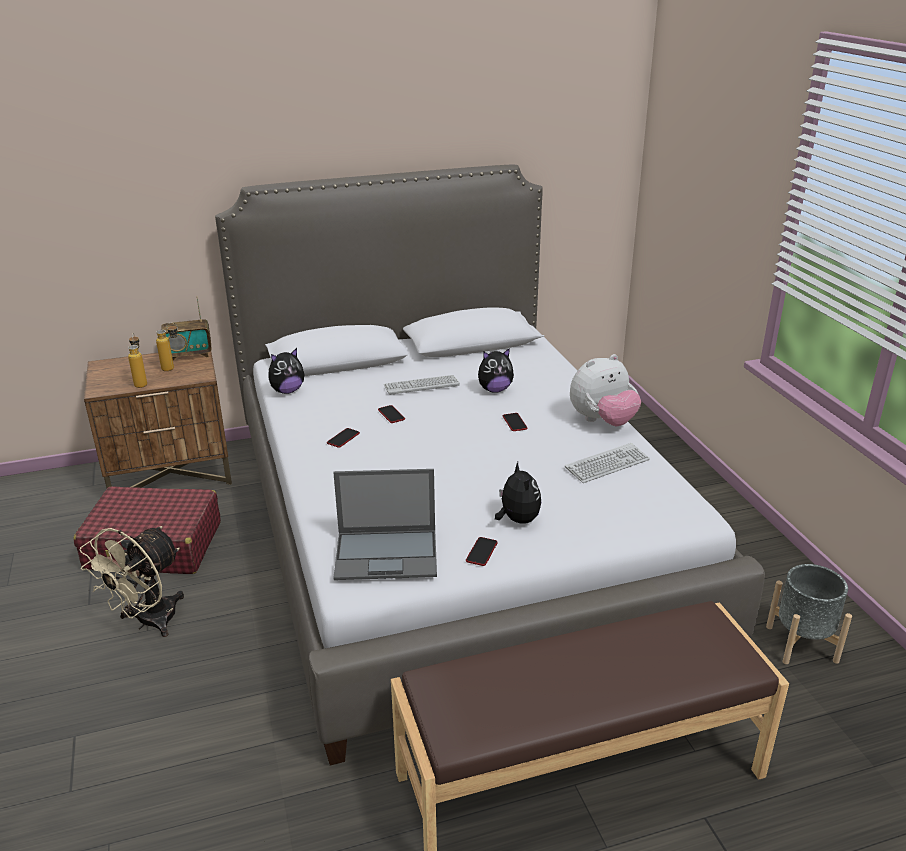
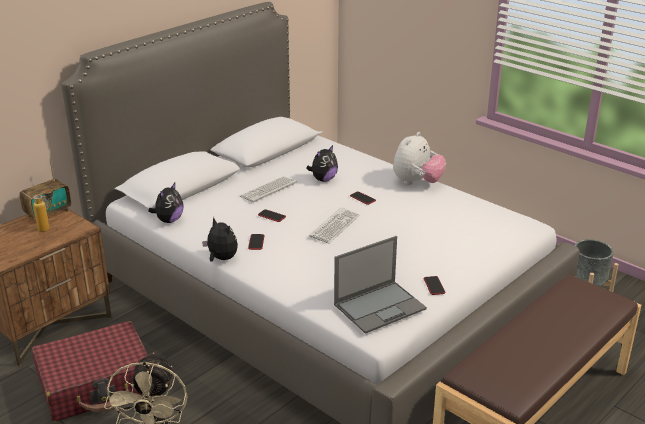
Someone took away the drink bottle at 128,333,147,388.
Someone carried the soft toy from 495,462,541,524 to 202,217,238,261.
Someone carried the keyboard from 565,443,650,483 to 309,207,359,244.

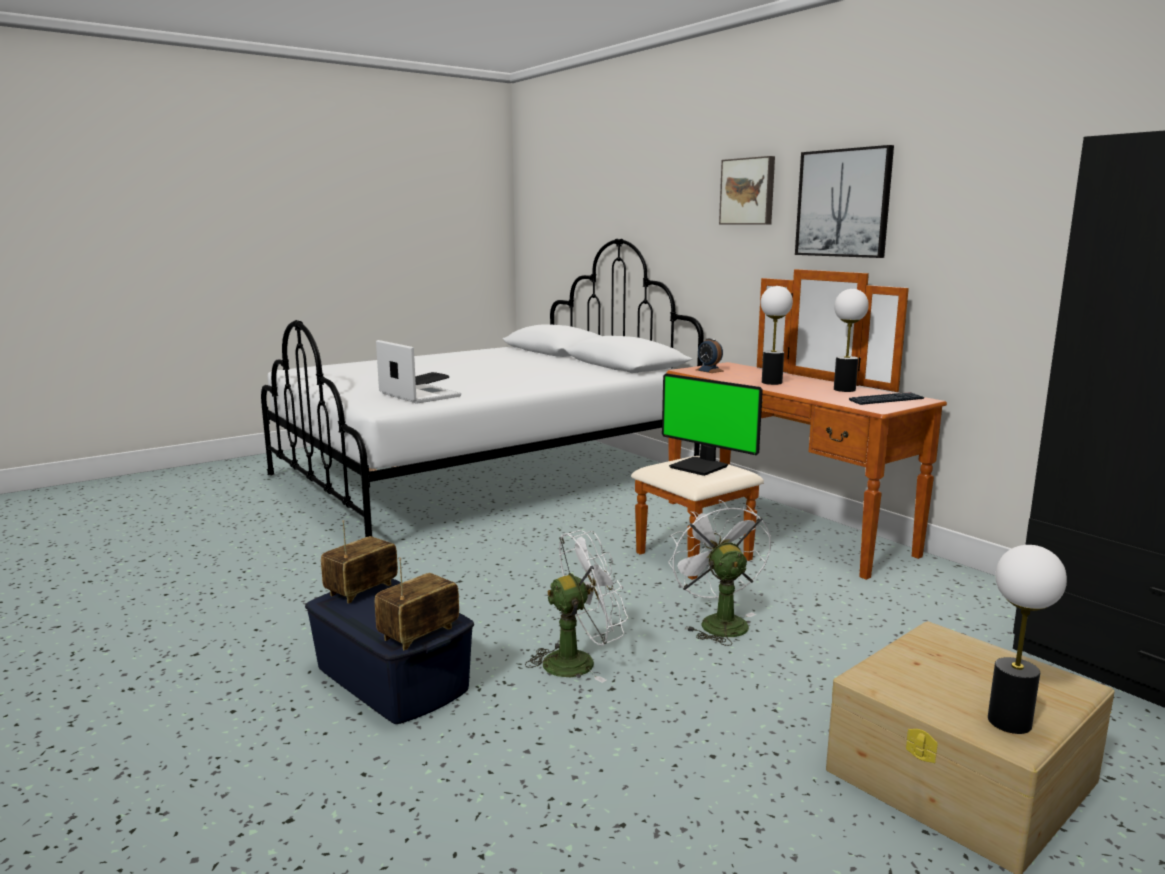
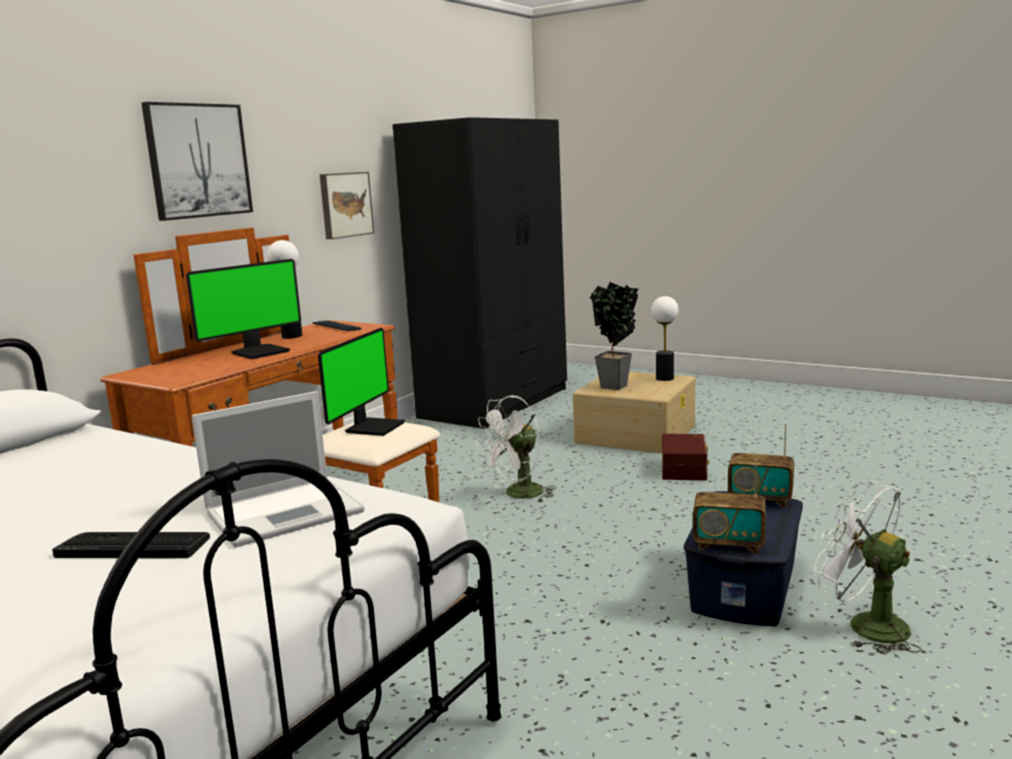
Someone took away the alarm clock at 696,338,724,373.
Someone put down the potted plant at 590,282,639,390.
Someone put down the storage box (brownish) at 662,434,710,480.
Someone carried the fan (white-coloured) from 525,530,628,683 to 814,481,921,654.
Someone carried the wall art from 719,156,775,224 to 320,172,374,239.
Someone swapped the tabletop lamp at 761,286,793,385 for the monitor at 186,259,301,359.
Someone rotated the portable computer at 376,340,461,404 by 150 degrees counterclockwise.

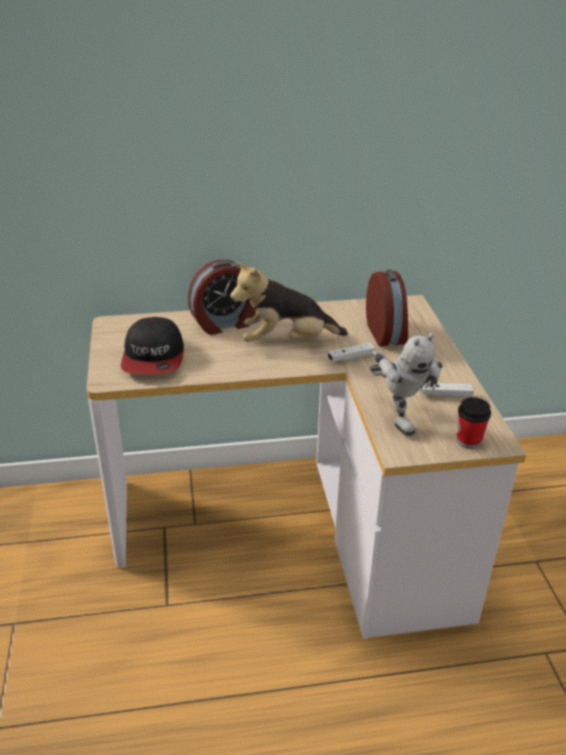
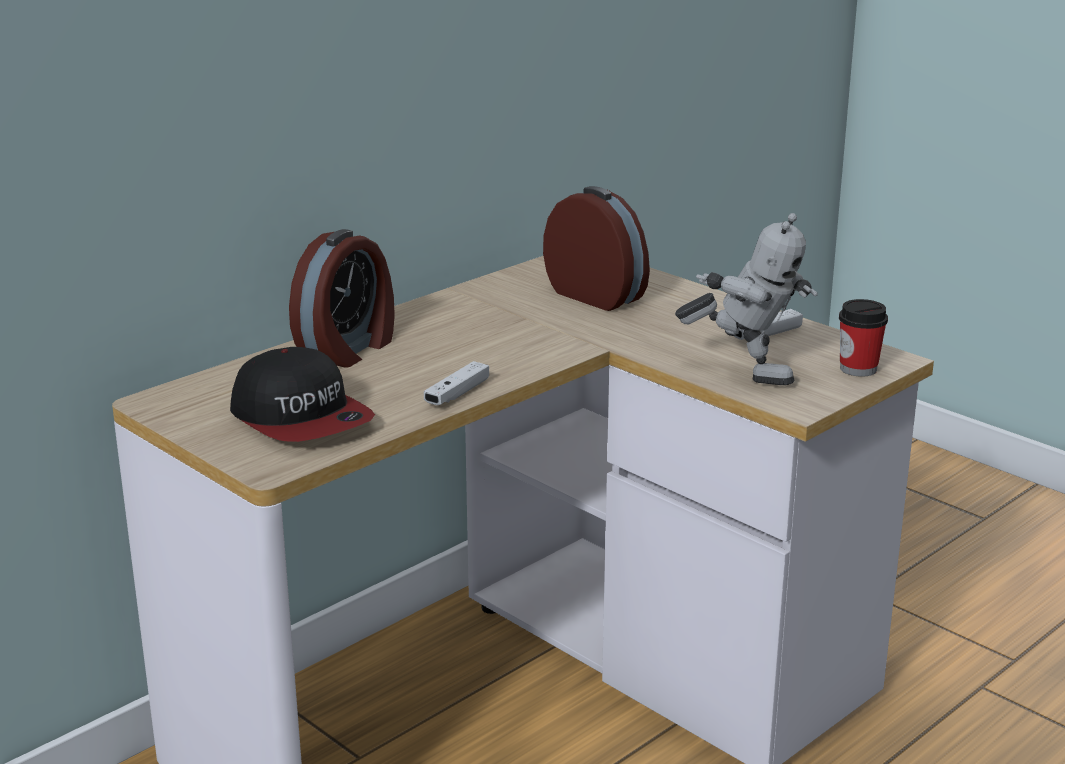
Someone took away the soft toy at 230,262,348,342.
Someone carried the gamepad (white-coloured) from 328,343,375,362 to 424,361,489,405.

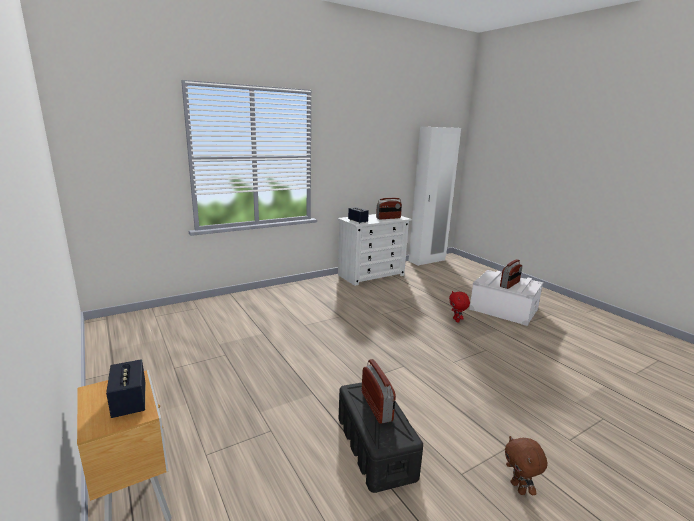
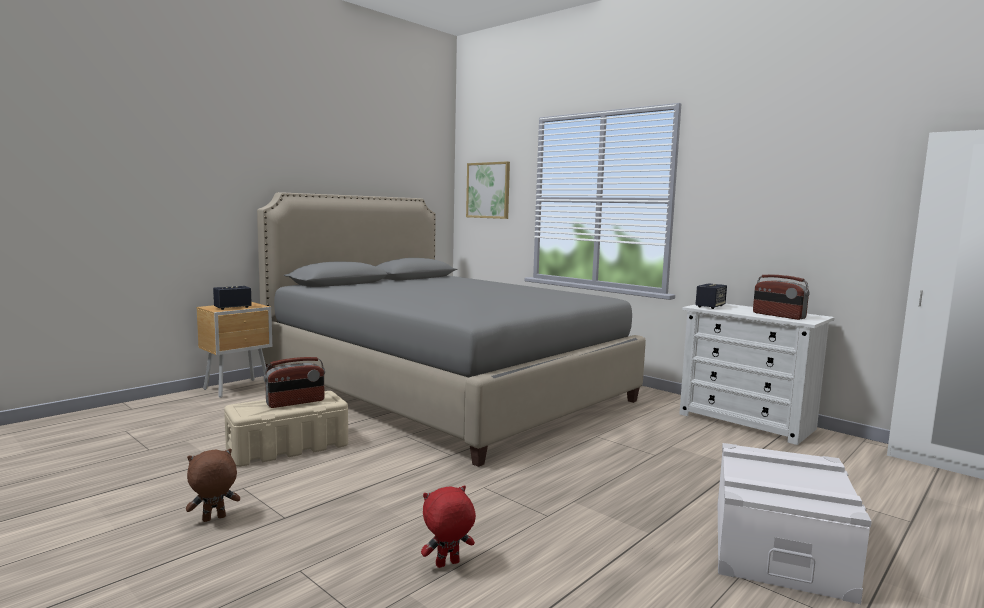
Someone took away the radio set at 500,259,522,289.
Someone put down the bed (greyish) at 257,192,646,467.
Someone put up the wall art at 466,161,510,219.
Someone carried the soft toy (red) from 449,291,470,322 to 421,485,476,568.
Someone repainted the storage box (black-coloured) at 339,383,423,493, which became the storage box (beige-coloured) at 224,391,348,467.

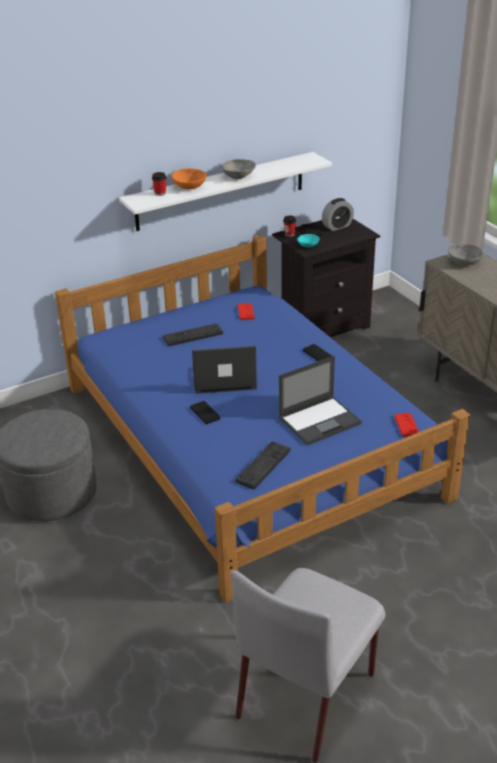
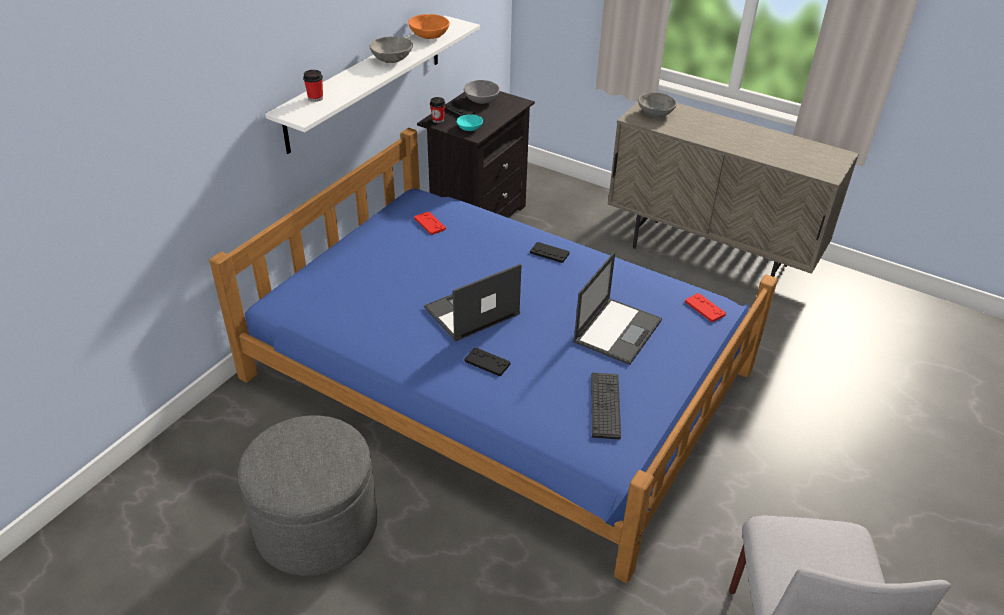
Someone took away the keyboard at 163,323,223,346.
Someone carried the deep dish (orange-coloured) from 172,168,206,190 to 408,14,450,39.
Someone swapped the alarm clock at 322,198,354,231 for the deep dish (greyish) at 464,80,500,104.

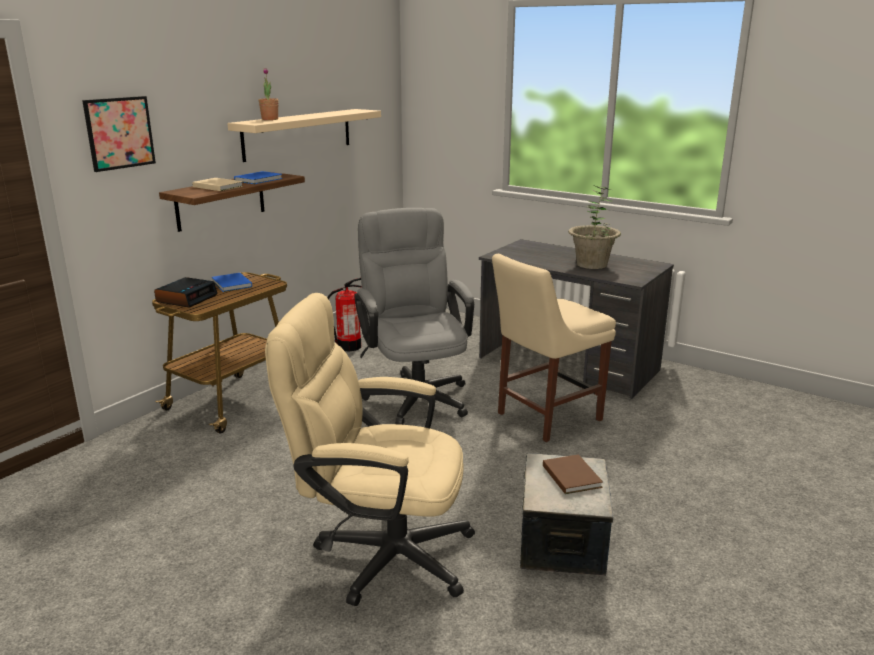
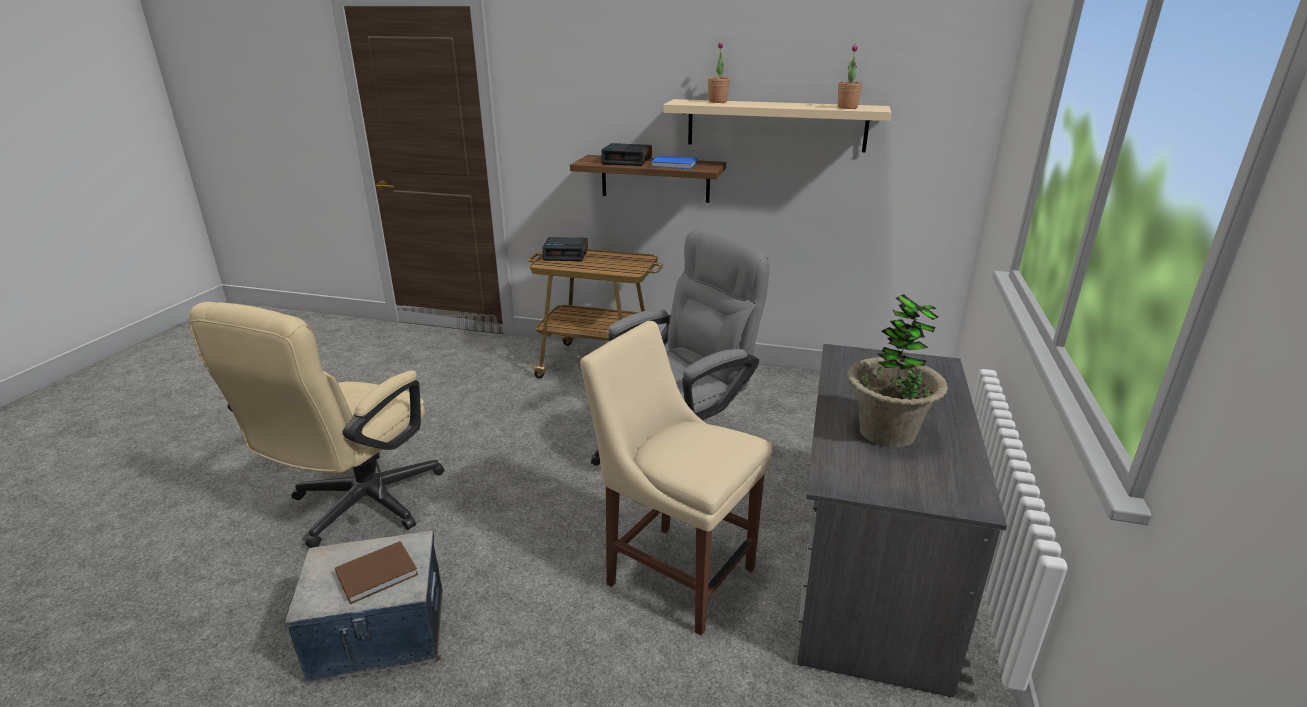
Someone took away the wall art at 82,96,156,172.
Someone took away the book (blue-coloured) at 212,273,252,292.
Someone took away the extinguisher at 328,278,362,352.
Someone put down the potted plant at 838,44,862,109.
Someone swapped the book (beige-coloured) at 192,178,243,191 for the alarm clock at 601,143,652,166.
Someone rotated the desk chair (beige-coloured) at 265,293,475,606 by 150 degrees counterclockwise.

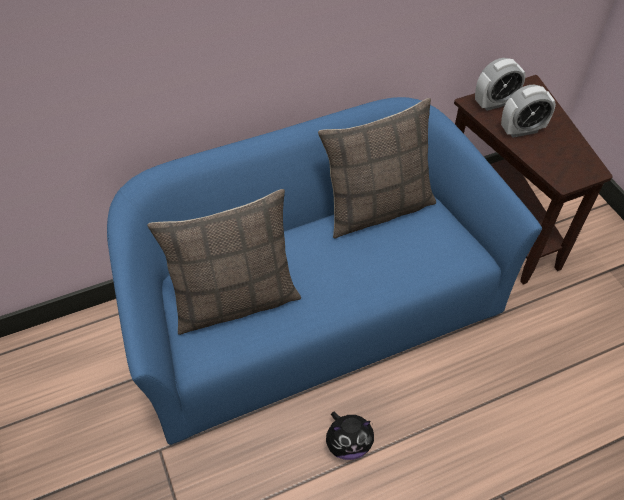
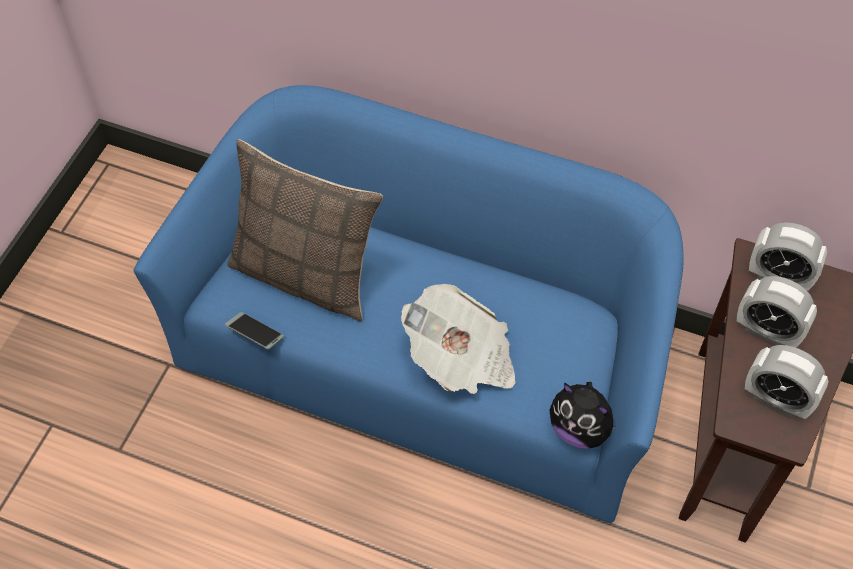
Someone took away the pillow at 318,98,436,239.
Someone put down the handset at 225,312,284,349.
Someone put down the daily paper at 401,284,516,394.
Someone put down the alarm clock at 745,345,828,419.
Someone carried the soft toy from 326,412,374,460 to 549,382,616,449.

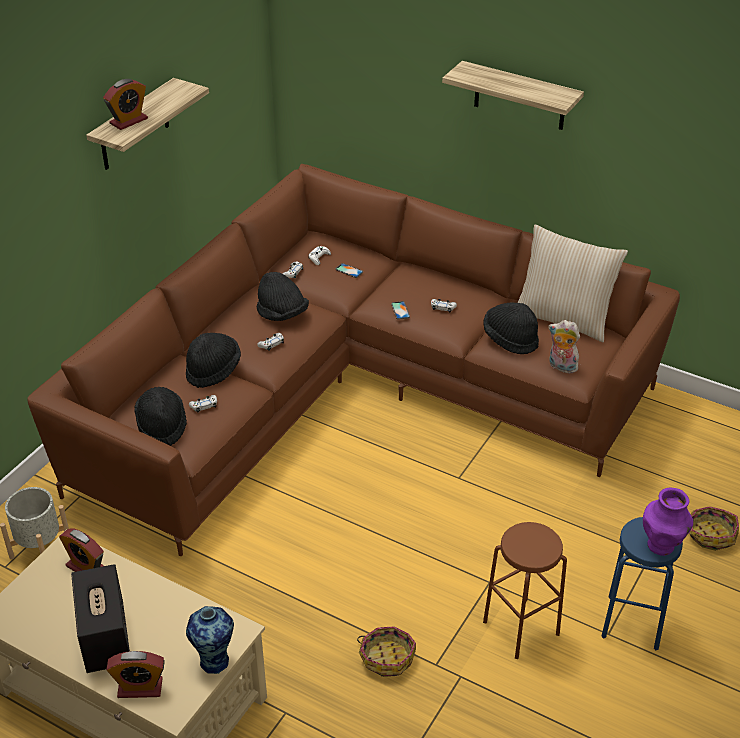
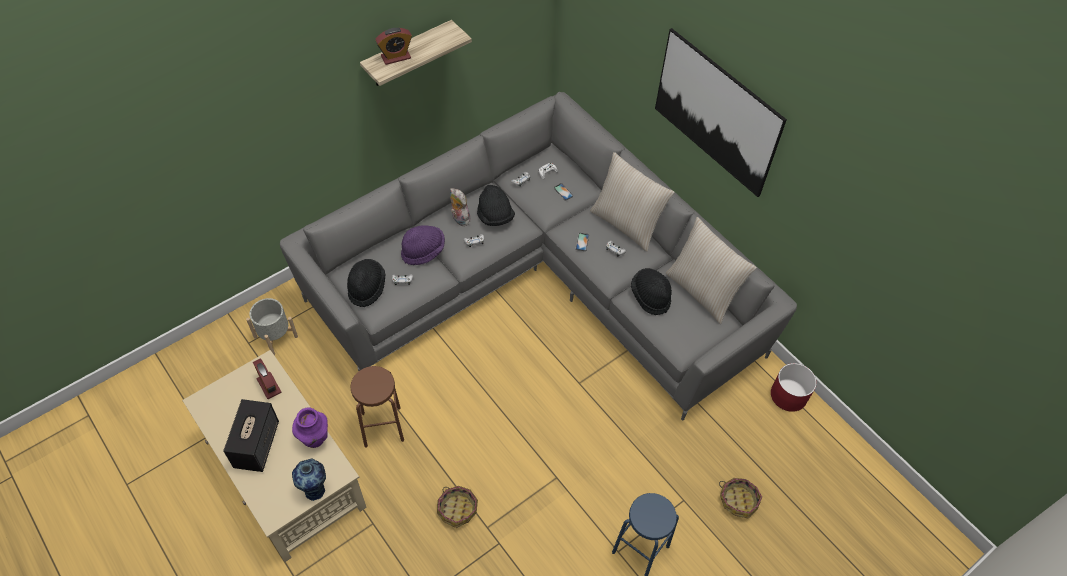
Someone took away the alarm clock at 106,651,165,698.
Someone put down the pillow (beige-coloured) at 590,152,674,252.
Someone put down the flower pot (red) at 771,363,817,412.
Someone carried the sitting stool (brownish) from 483,522,567,659 to 350,366,404,448.
Someone carried the soft toy from 548,320,581,373 to 450,188,470,226.
Someone carried the flower vase (purple) from 643,488,693,556 to 292,407,328,448.
Someone swapped the shelf at 442,61,584,130 for the wall art at 655,28,787,197.
Someone repainted the sofa (brownish) at 28,164,680,556, which became the sofa (greyish) at 280,92,797,420.
Someone repainted the clothing hat (black-coloured) at 186,333,241,388, which became the clothing hat (purple) at 401,225,445,265.

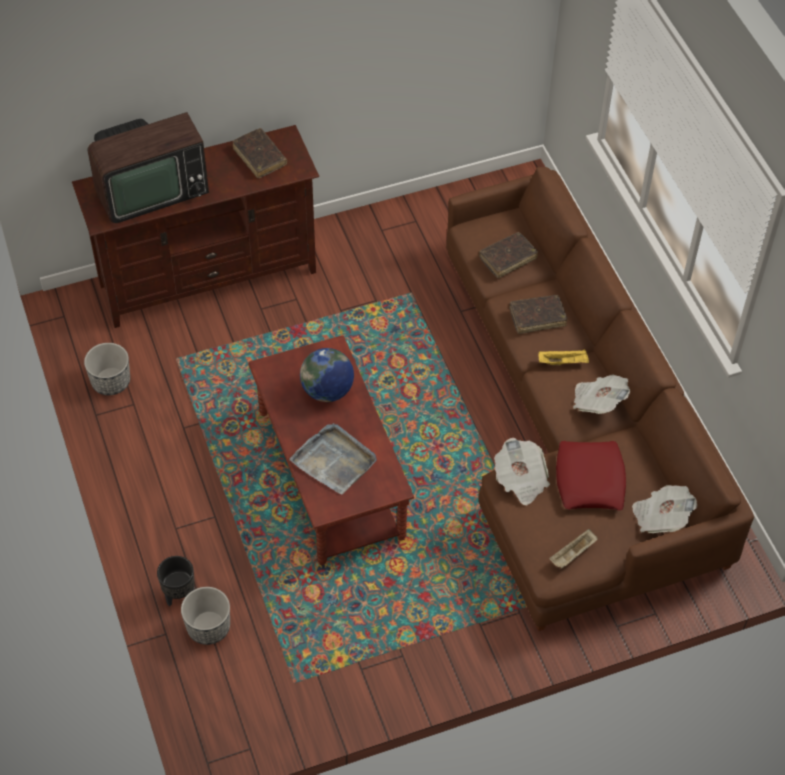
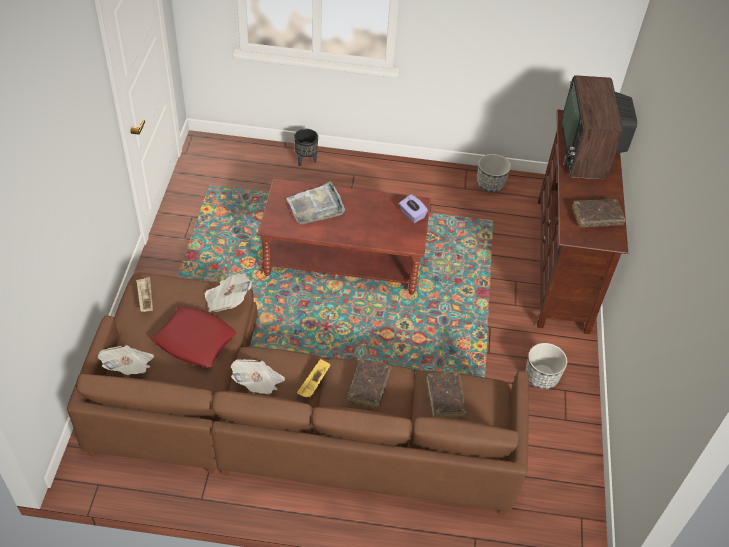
Someone took away the globe at 300,348,354,402.
Someone put down the box of tissues (purple) at 399,194,428,223.
Someone carried the flower pot from 181,587,230,645 to 525,343,567,389.

